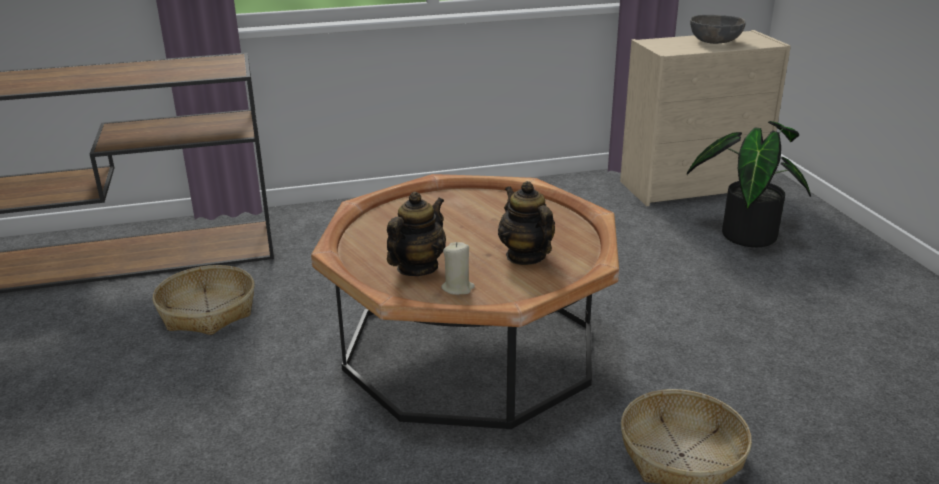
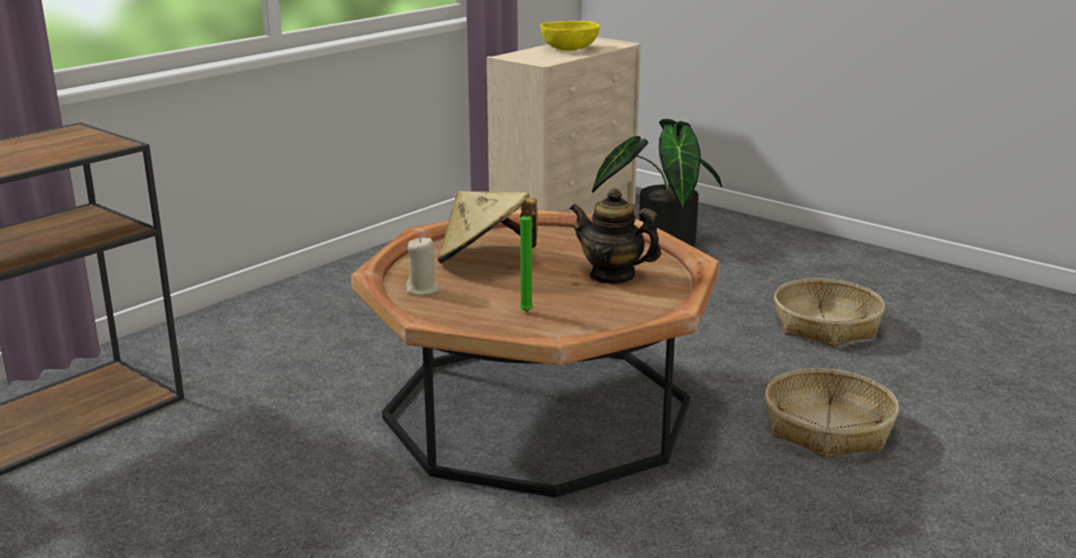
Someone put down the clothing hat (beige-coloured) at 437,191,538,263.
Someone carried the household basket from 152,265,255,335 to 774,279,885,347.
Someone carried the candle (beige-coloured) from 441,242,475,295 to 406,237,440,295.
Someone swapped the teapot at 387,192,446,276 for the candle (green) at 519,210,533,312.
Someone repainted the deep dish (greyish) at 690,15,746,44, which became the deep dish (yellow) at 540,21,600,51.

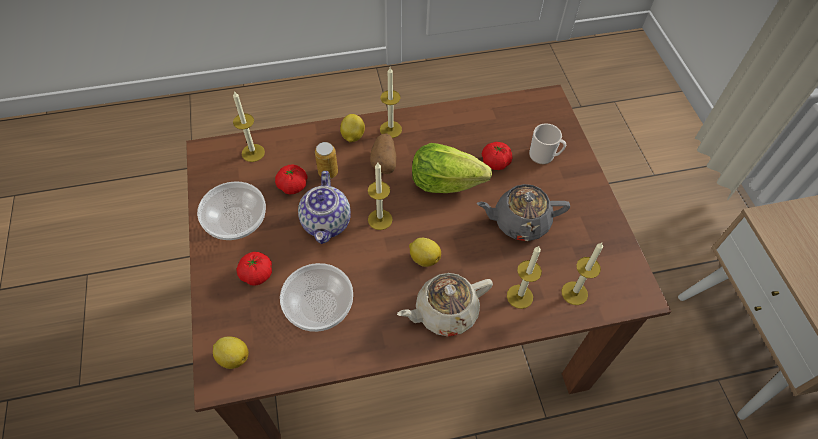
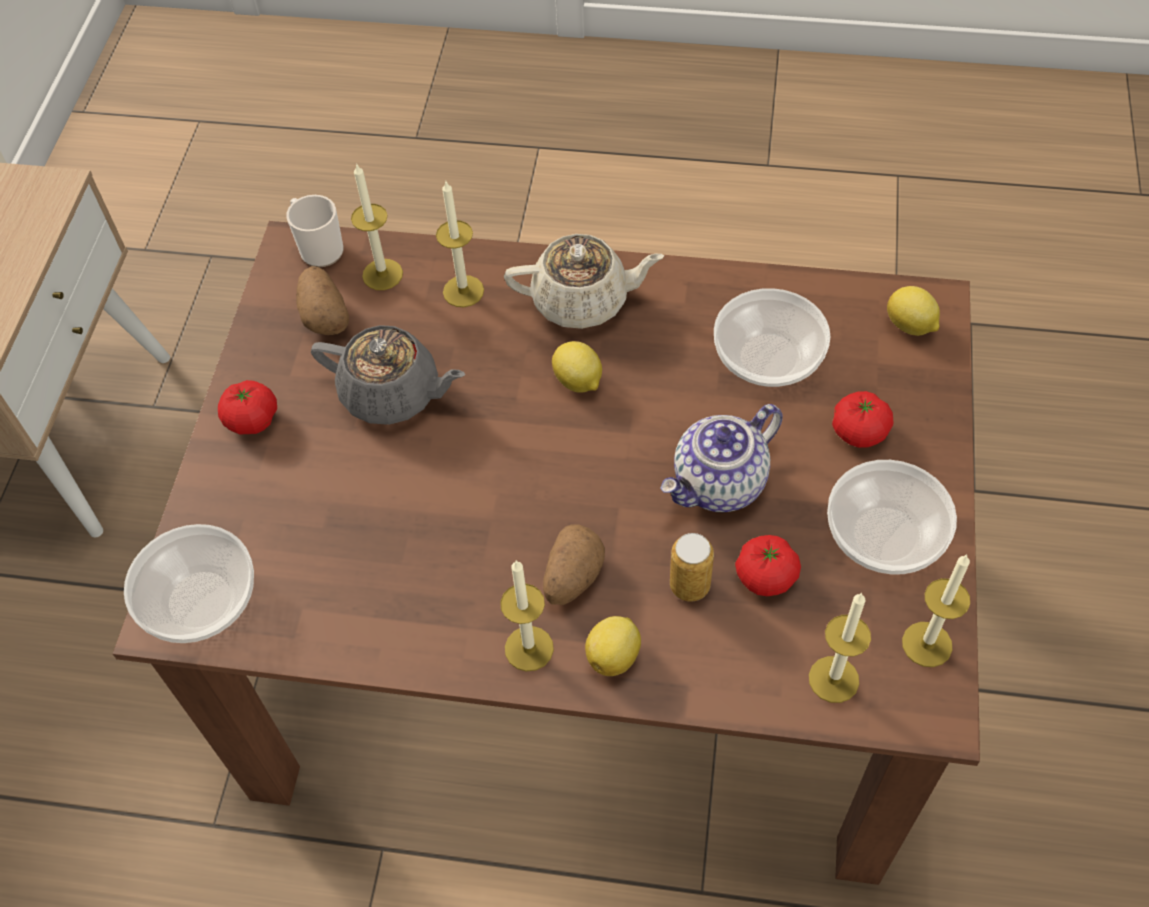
Someone took away the lettuce head at 412,143,492,193.
Someone put down the deep dish at 124,524,254,643.
Someone put down the potato at 296,266,349,335.
Someone carried the candle from 368,163,392,230 to 902,554,970,667.
Someone carried the whole tomato from 482,142,512,170 to 218,380,277,434.
Someone carried the coffee mug from 529,123,566,164 to 286,195,343,267.
Someone rotated the teapot at 298,171,351,244 by 150 degrees counterclockwise.

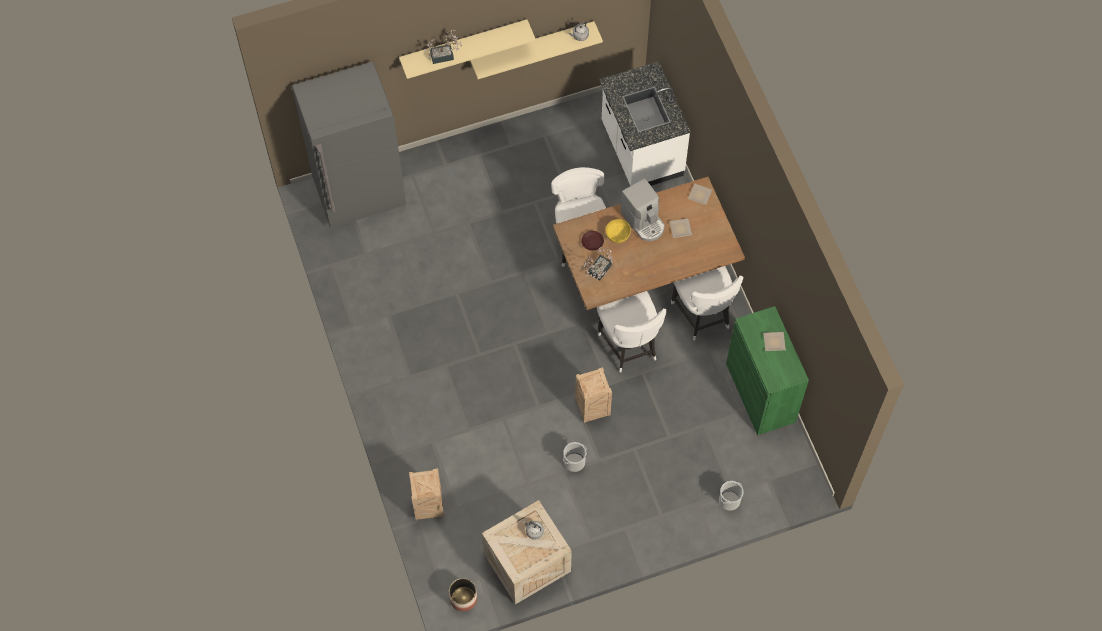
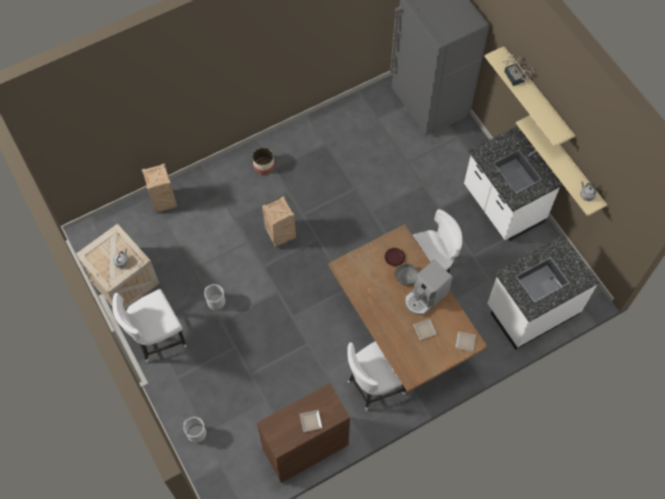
Someone took away the potted plant at 583,247,613,281.
Someone put down the counter (white-coloured) at 464,127,562,241.
Someone carried the flower pot from 449,578,477,611 to 252,147,275,175.
Someone carried the crate from 575,367,612,423 to 262,196,296,247.
Someone carried the upright chair (white-coloured) from 597,291,667,372 to 112,289,187,363.
Someone repainted the deep dish (yellow) at 605,219,631,243, which became the deep dish (greyish) at 395,263,419,286.
Someone repainted the cupboard (green) at 726,306,809,435, which became the cupboard (brownish) at 257,383,350,483.

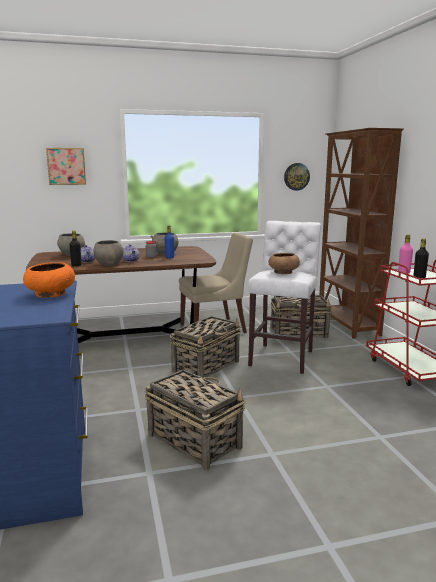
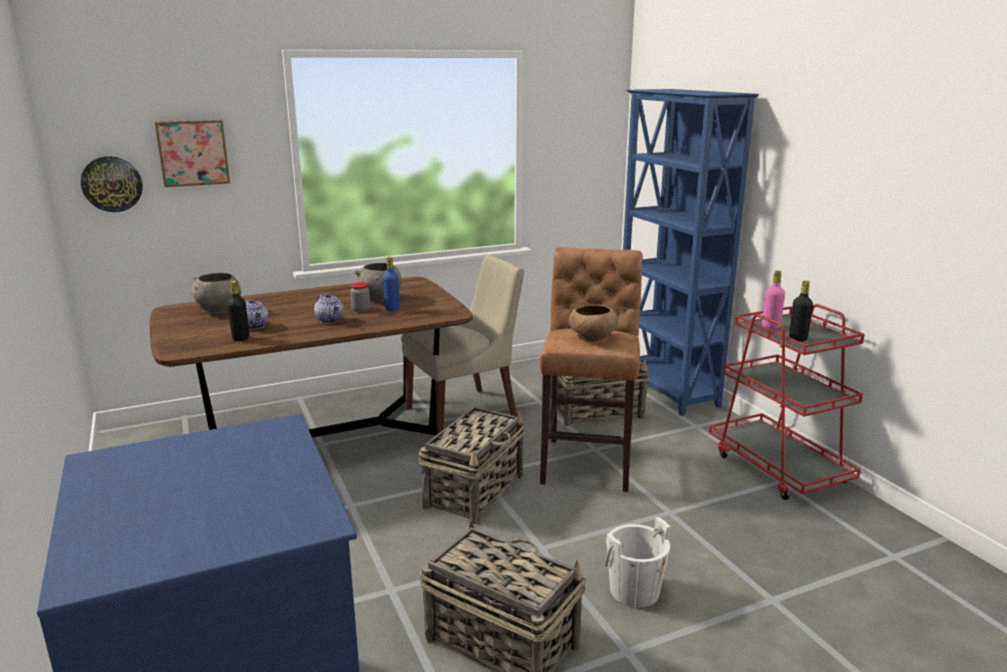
Someone took away the deep dish (orange-coloured) at 23,262,75,298.
Someone took away the deep dish (greyish) at 93,240,124,266.
Someone put down the water bucket (white-coloured) at 605,517,671,607.
Someone carried the clock on the wall from 284,163,310,191 to 81,156,143,212.
Someone repainted the sitting stool (white-coloured) at 248,221,321,374, which became the sitting stool (brownish) at 540,247,643,492.
Someone repainted the bookcase (brownish) at 319,128,404,339, which became the bookcase (blue-coloured) at 623,89,759,416.

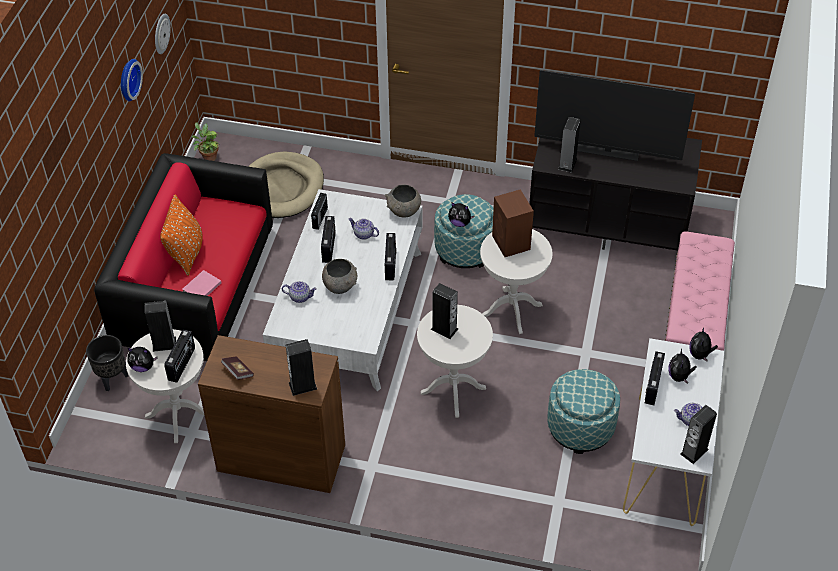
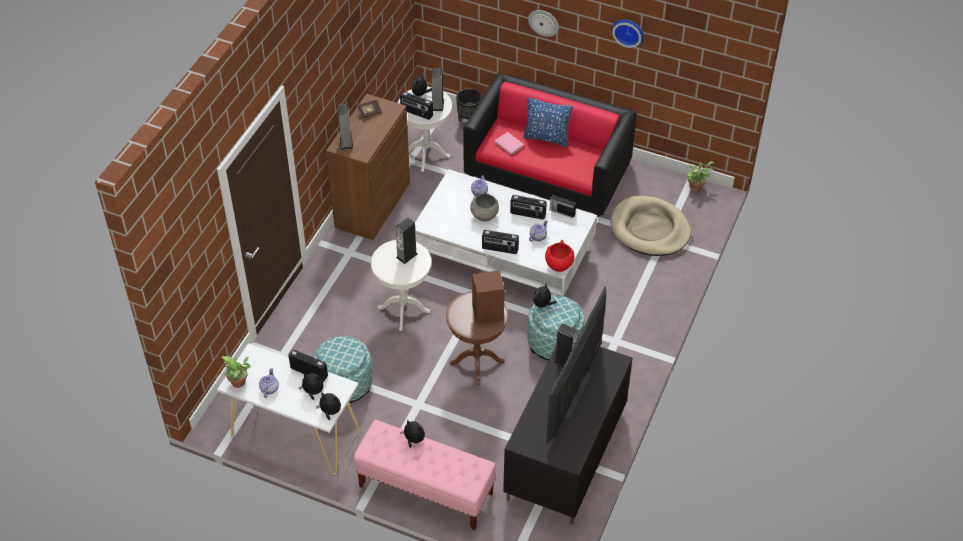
Someone put down the soft toy at 400,419,425,448.
Someone carried the clock on the wall from 155,14,171,54 to 528,10,559,37.
Someone swapped the speaker at 680,405,717,464 for the potted plant at 222,356,251,388.
Someone repainted the pillow (orange-coloured) at 160,195,203,276, which became the pillow (blue-coloured) at 523,97,573,147.
Someone repainted the deep dish (greyish) at 385,185,421,218, which became the deep dish (red) at 545,240,574,272.
Someone repainted the accent table (white-coloured) at 480,229,552,334, which became the accent table (brownish) at 446,291,508,385.

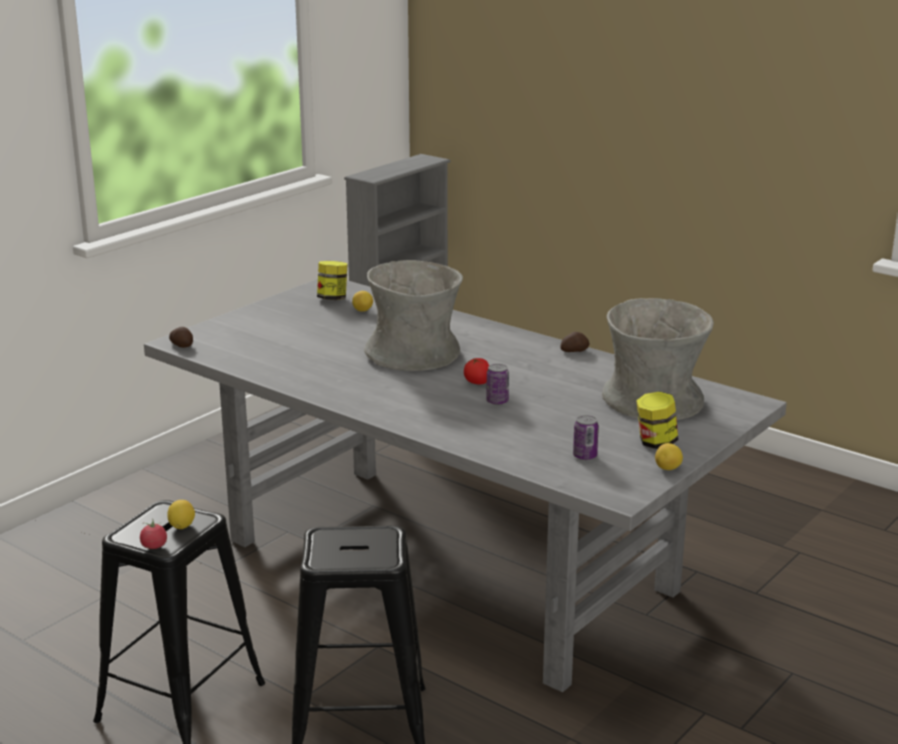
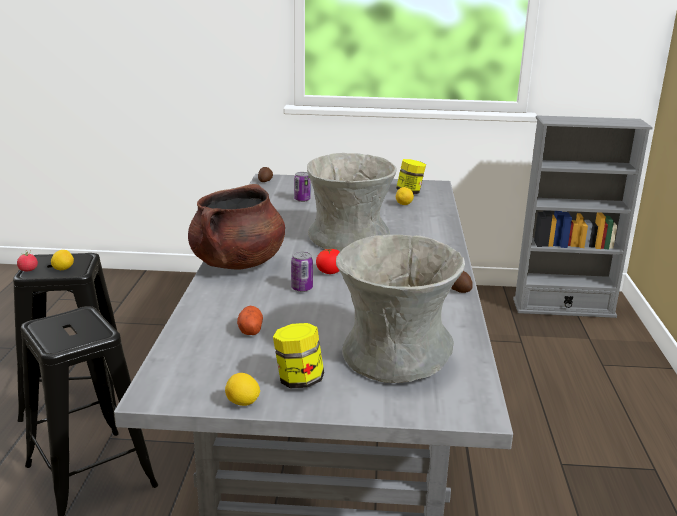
Someone put down the stockpot (brownish) at 188,184,285,270.
Someone put down the potato at 237,306,263,335.
Someone carried the sealed can from 573,415,599,460 to 294,172,310,202.

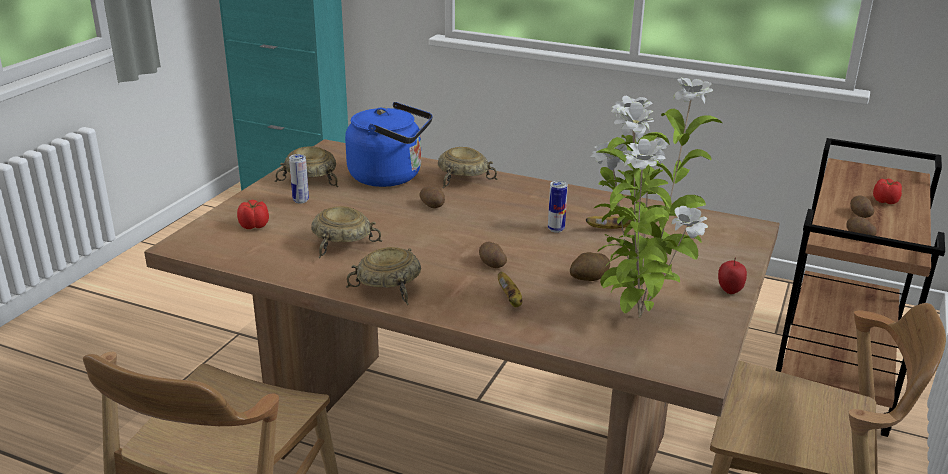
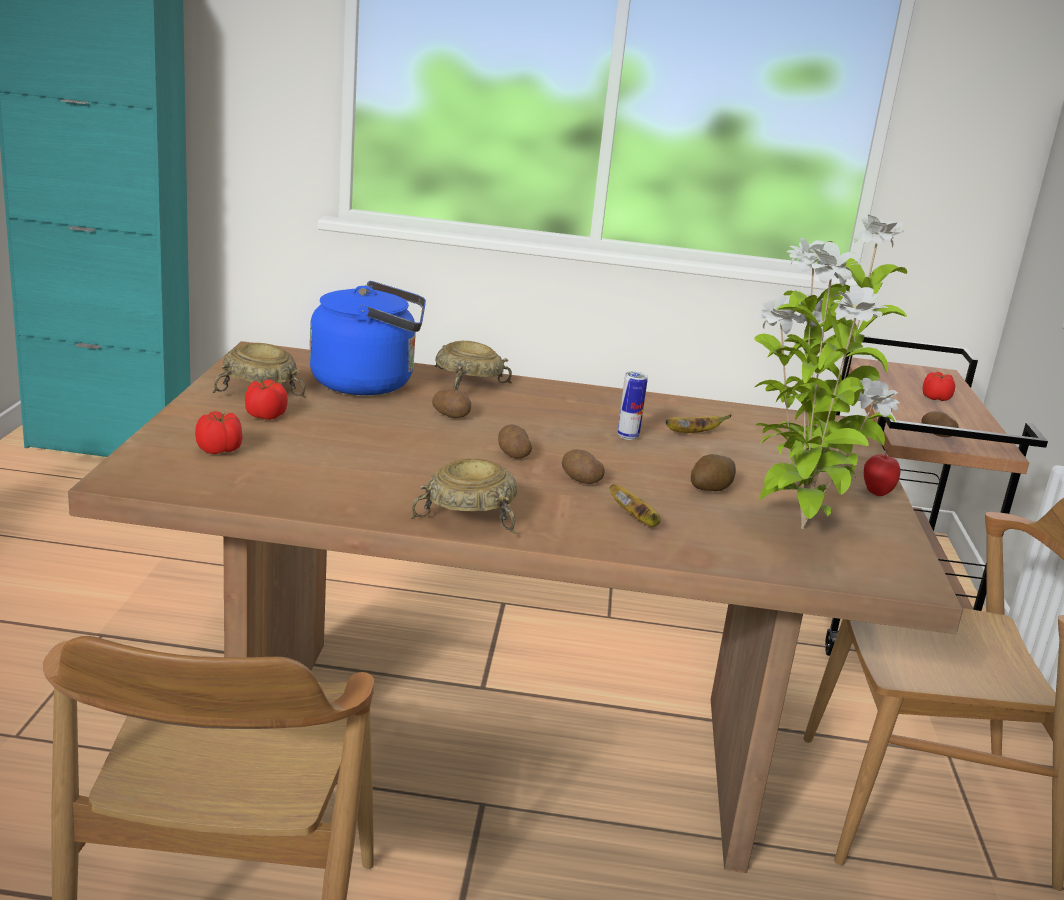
Someone took away the deep dish (beige-coloured) at 311,206,382,258.
Someone carried the potato from 850,195,874,218 to 498,424,532,459.
Someone swapped the sealed can at 289,154,309,203 for the whole tomato at 245,379,288,420.

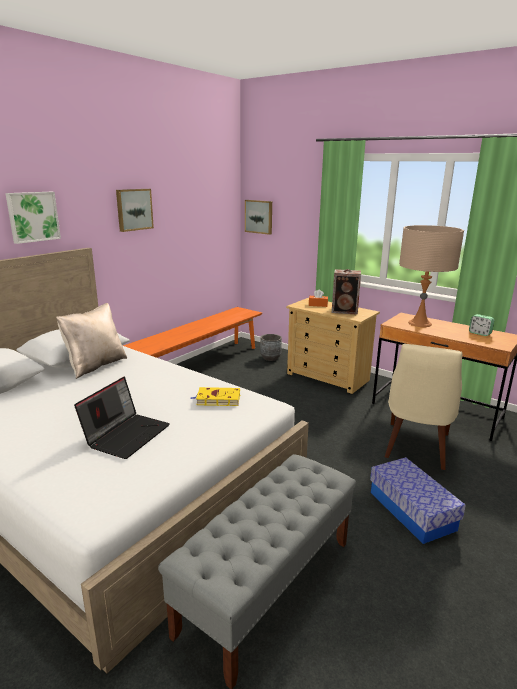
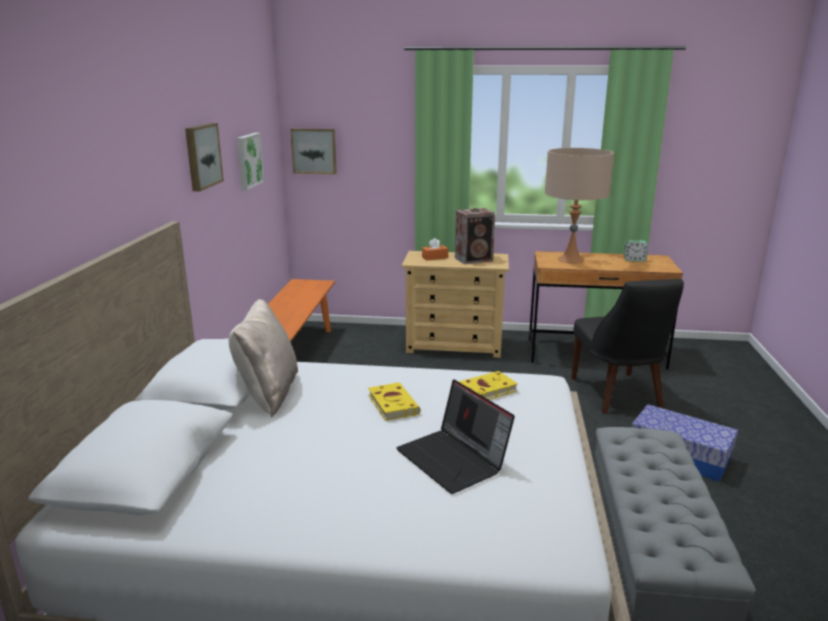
Someone took away the flower pot (greyish) at 260,334,282,361.
Someone put down the book (yellow) at 368,382,421,421.
Someone carried the wall art from 5,192,61,244 to 237,133,264,191.
Someone repainted the upright chair (beige-coloured) at 385,344,463,470, which became the upright chair (black-coloured) at 571,279,684,414.
Someone rotated the portable computer at 74,377,170,459 by 150 degrees clockwise.

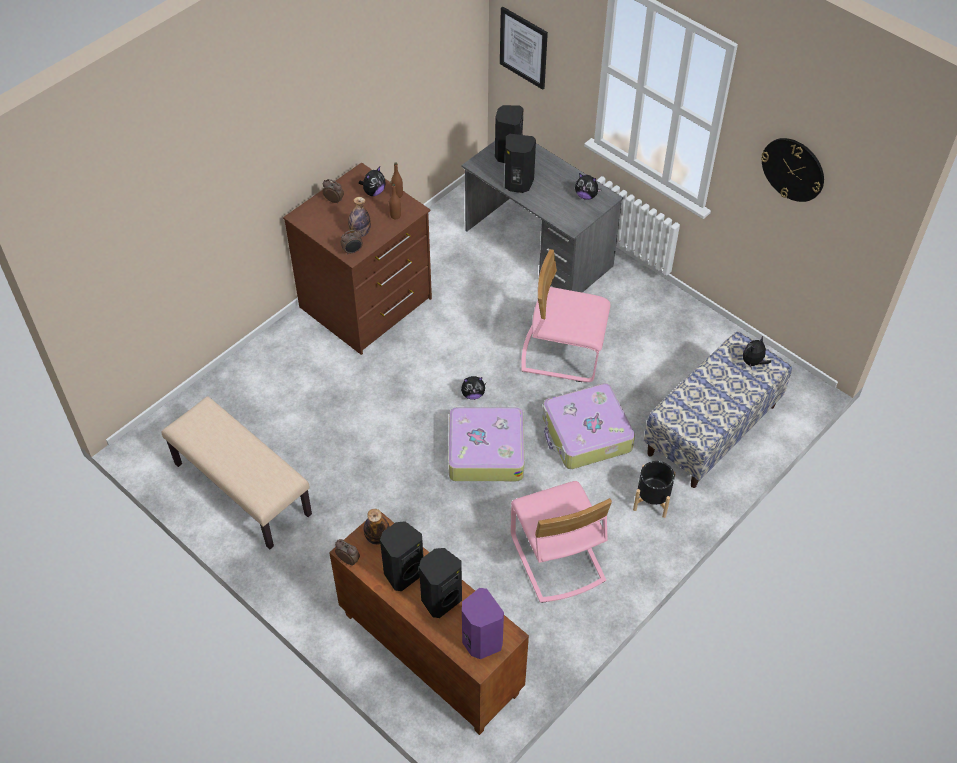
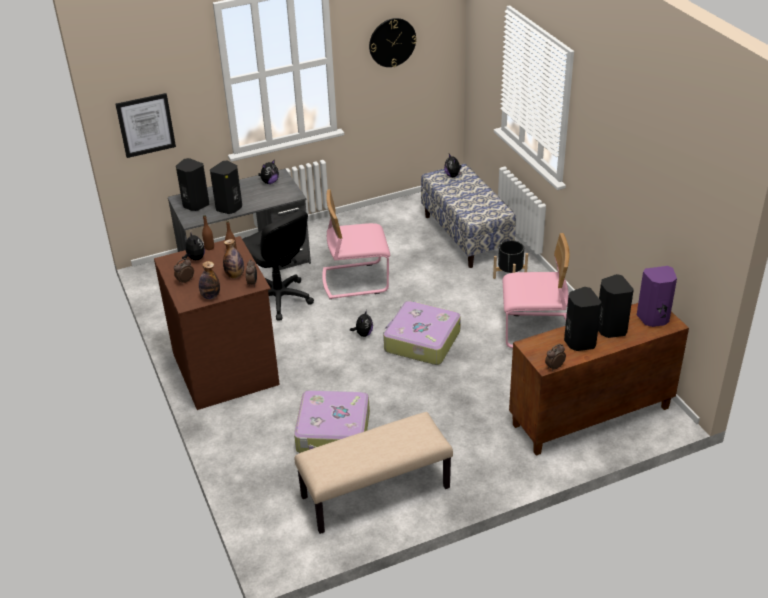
Someone put down the desk chair (black-coloured) at 242,210,314,321.
Someone carried the drink bottle from 363,509,390,545 to 199,261,220,299.
Someone carried the piece of luggage from 542,383,635,469 to 294,390,370,453.
Someone rotated the upright chair (pink) at 521,249,611,382 by 45 degrees clockwise.

